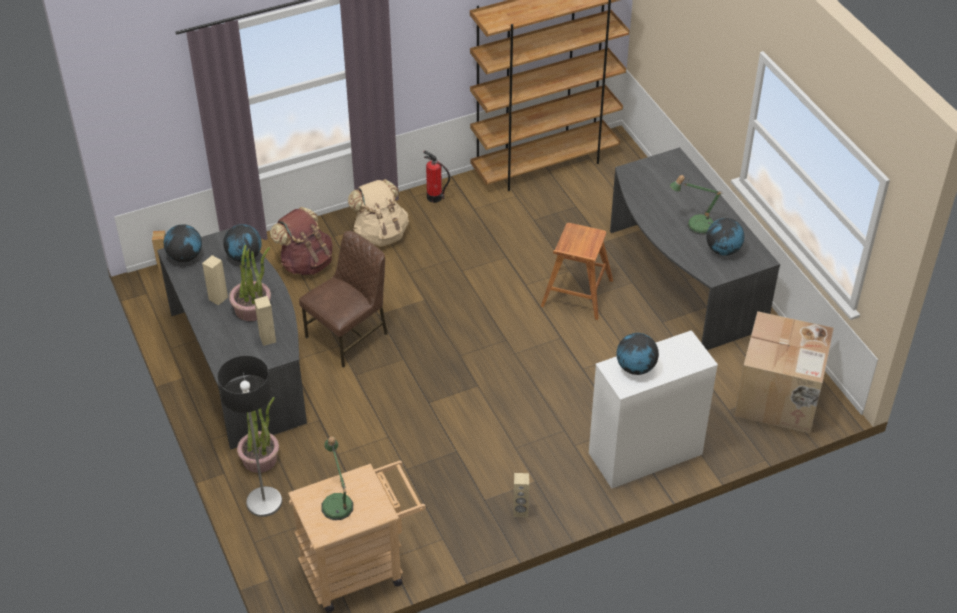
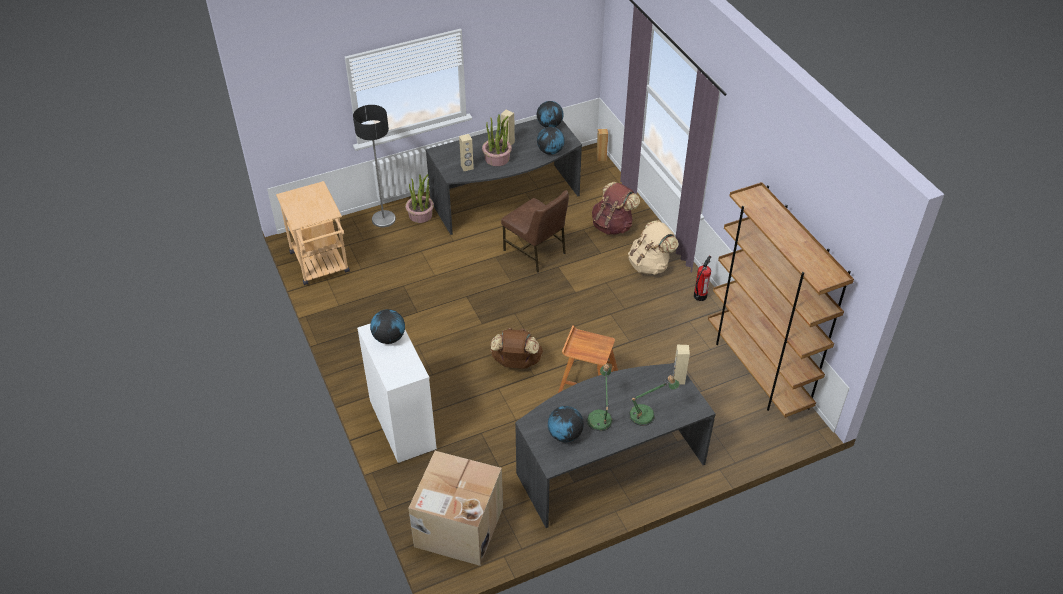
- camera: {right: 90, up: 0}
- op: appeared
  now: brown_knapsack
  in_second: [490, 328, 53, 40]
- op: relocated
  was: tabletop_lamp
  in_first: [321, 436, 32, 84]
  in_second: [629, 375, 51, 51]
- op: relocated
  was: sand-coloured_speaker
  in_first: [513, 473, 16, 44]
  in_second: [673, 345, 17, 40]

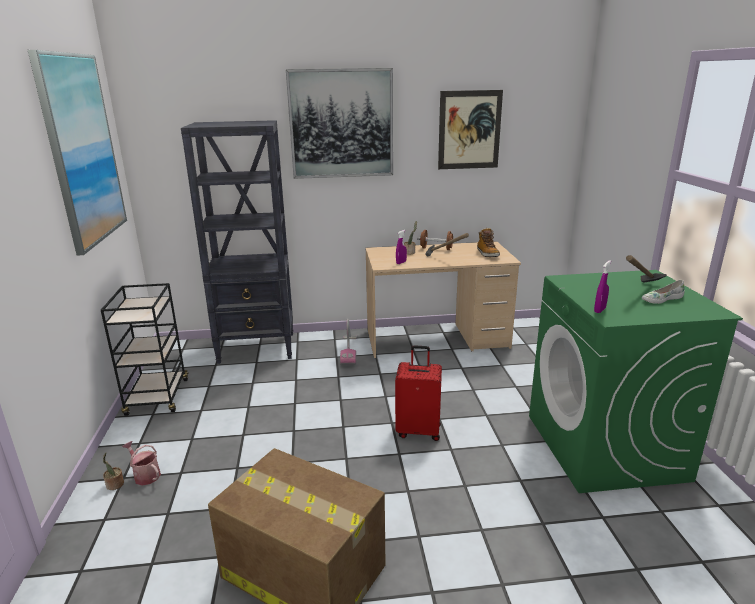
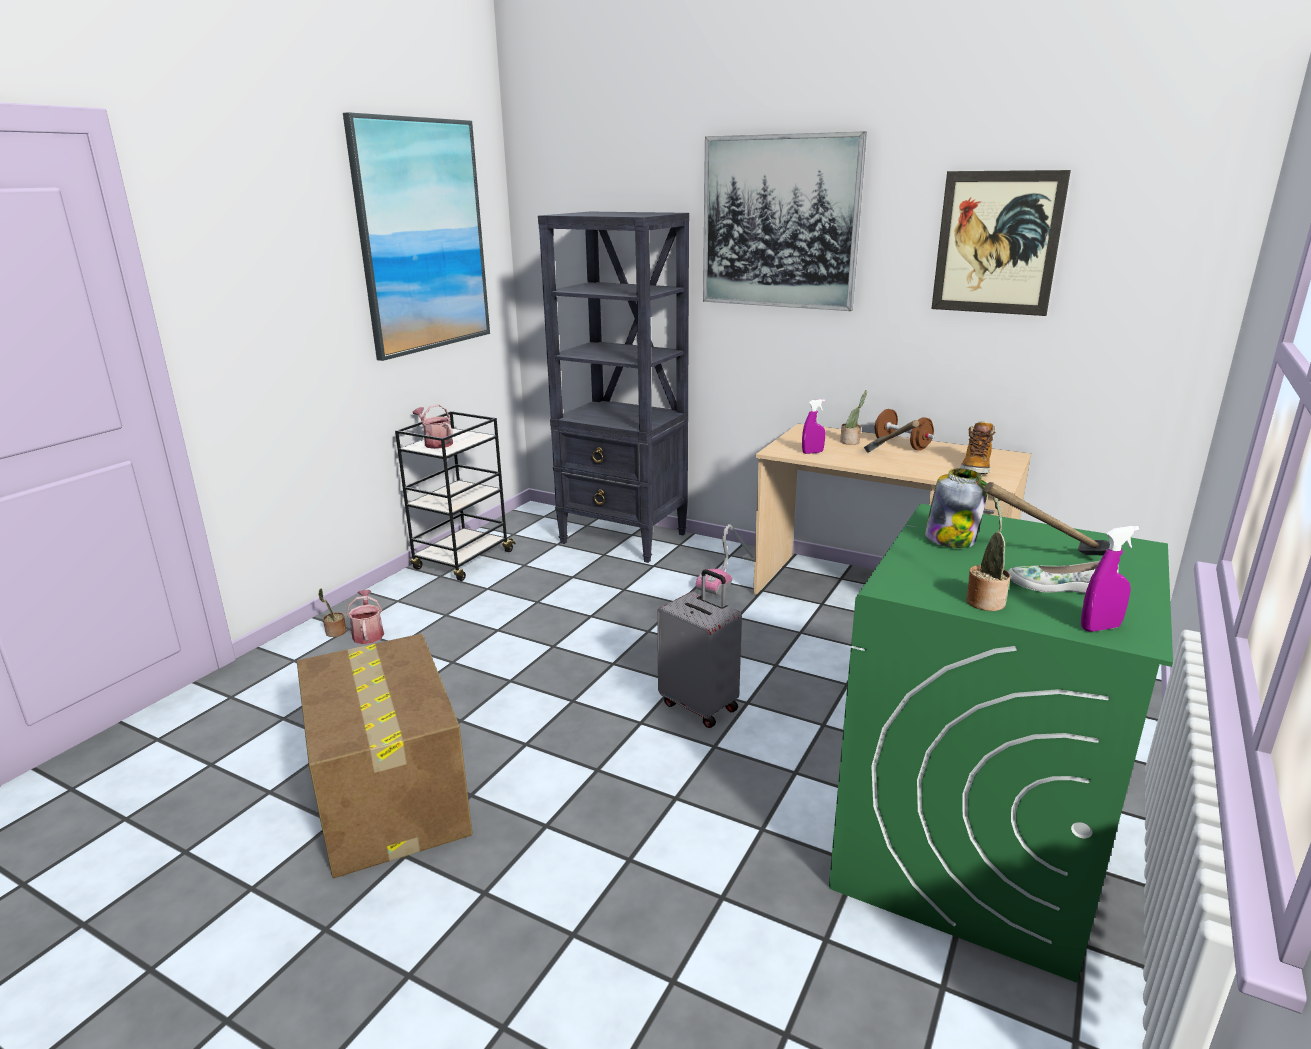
- camera: {right: 35, up: 0}
- op: appeared
  now: watering_can
  in_second: [413, 404, 40, 45]
- op: colour
  was: red-coloured_suitcase
  now: greyish_suitcase
  in_first: [395, 345, 47, 96]
  in_second: [657, 569, 85, 159]
- op: appeared
  now: jar
  in_second: [925, 469, 62, 79]
- op: appeared
  now: potted_plant
  in_second: [966, 496, 45, 115]
- op: relocated
  was: purple-coloured_hand_sprayer
  in_first: [594, 260, 17, 53]
  in_second: [1081, 526, 58, 106]

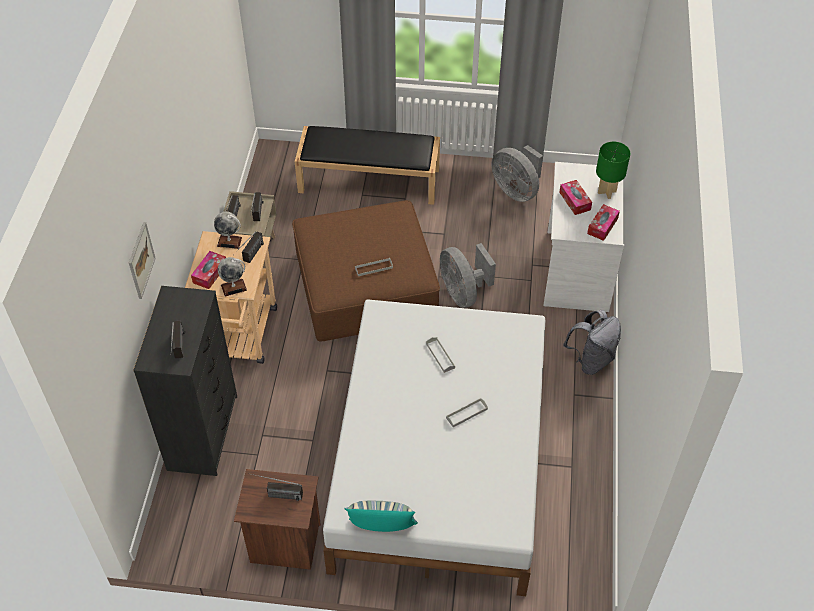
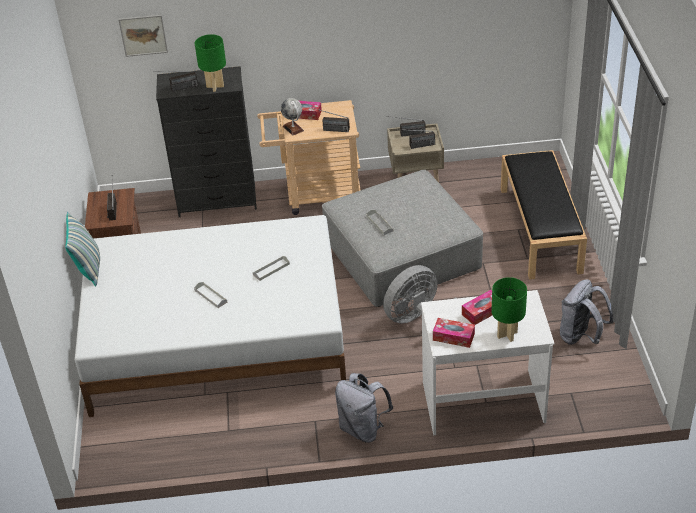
- camera: {right: 80, up: -10}
- op: relocated
  was: wall_picture
  in_first: [129, 222, 27, 77]
  in_second: [118, 15, 50, 42]
- op: appeared
  now: greenish_tabletop_lamp
  in_second: [195, 34, 31, 58]
- op: colour
  was: brown_pouffe
  now: greyish_pouffe
  in_first: [292, 200, 148, 141]
  in_second: [322, 170, 161, 137]
- op: exchanged
  was: greyish_electric_fan
  now: greyish_knapsack
  in_first: [492, 145, 51, 57]
  in_second: [560, 279, 54, 66]
- op: missing
  was: globe
  in_first: [214, 212, 28, 37]

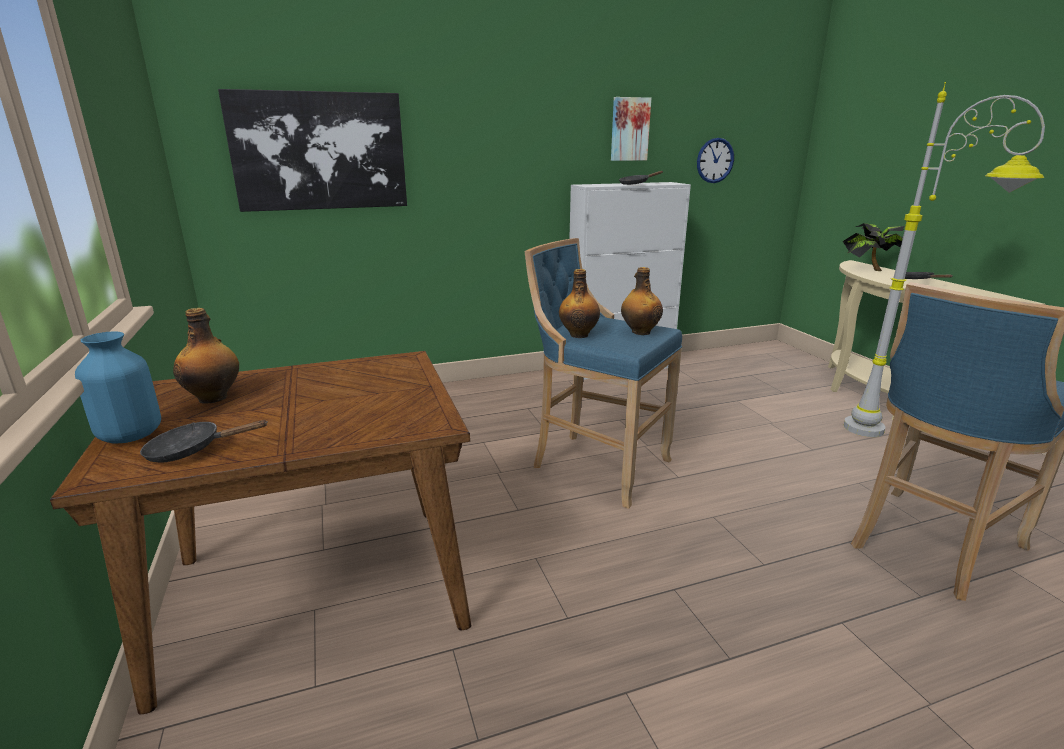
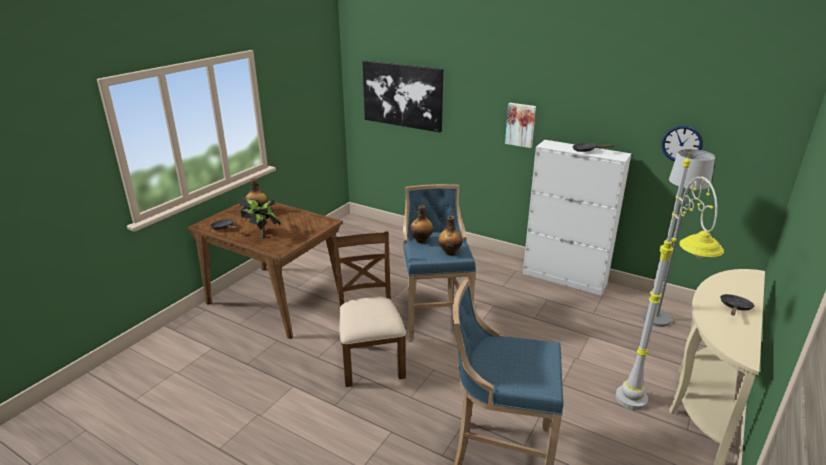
- camera: {right: 50, up: 5}
- op: relocated
  was: potted_plant
  in_first: [843, 223, 61, 48]
  in_second: [239, 198, 42, 41]
- op: appeared
  now: brown_chair
  in_second: [333, 231, 73, 156]
- op: relocated
  was: wall_picture
  in_first: [611, 97, 40, 64]
  in_second: [505, 103, 31, 45]
- op: appeared
  now: greyish_standard_lamp
  in_second: [643, 149, 72, 178]
- op: missing
  was: bluish_decorative_vase
  in_first: [75, 331, 86, 113]

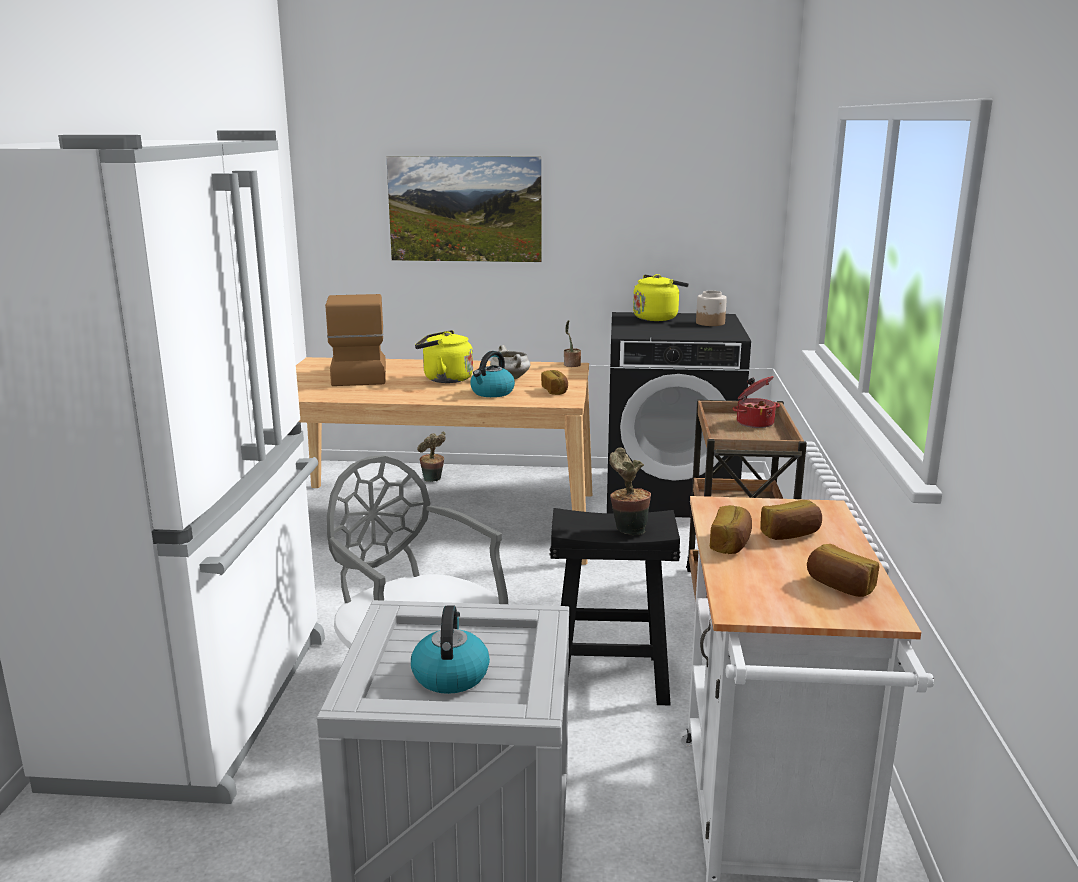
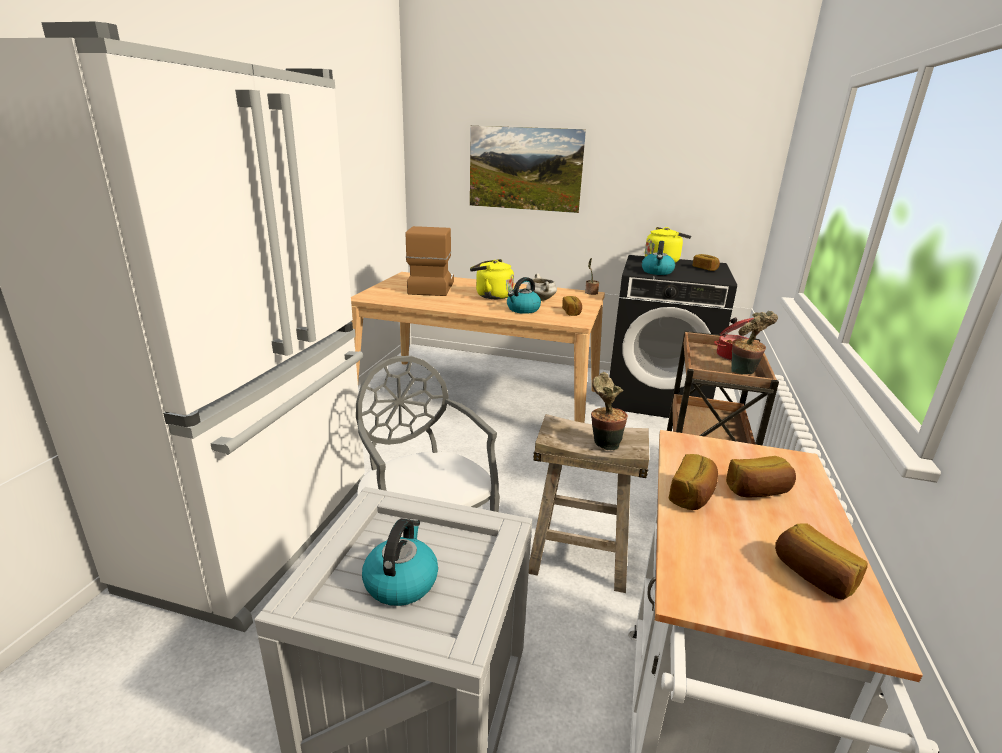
- camera: {right: 10, up: 5}
- op: colour
  was: black_stool_seat
  now: sand-coloured_stool_seat
  in_first: [549, 508, 132, 197]
  in_second: [529, 414, 120, 179]
- op: appeared
  now: kettle
  in_second: [642, 241, 33, 34]
- op: exchanged
  was: jar
  now: bakery_bread
  in_first: [696, 291, 31, 35]
  in_second: [692, 254, 28, 17]
- op: relocated
  was: potted_plant
  in_first: [417, 431, 29, 51]
  in_second: [731, 311, 47, 63]

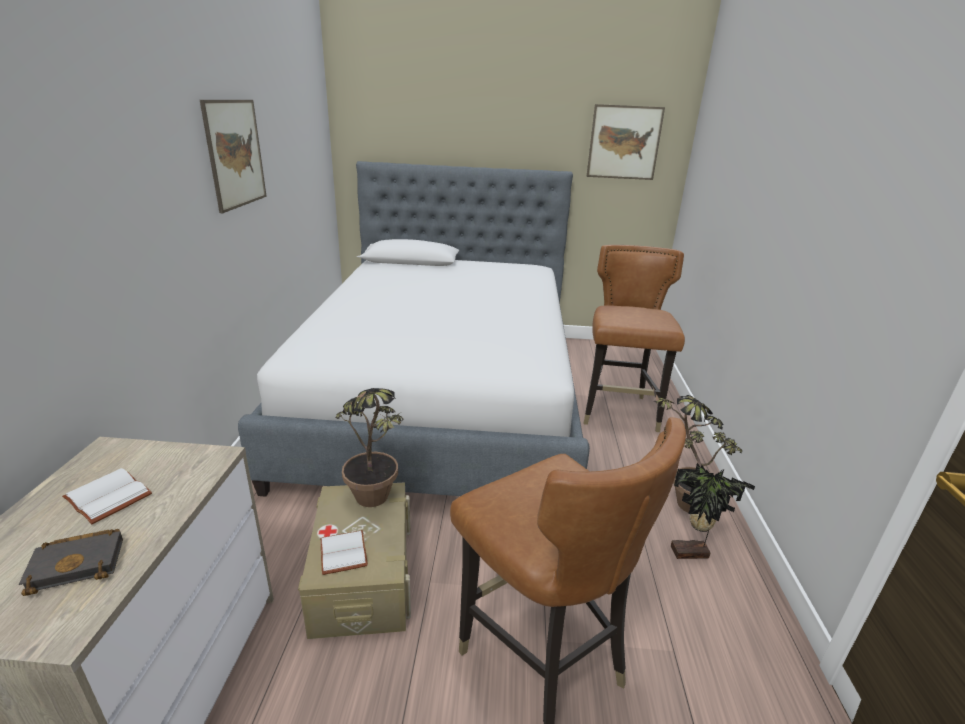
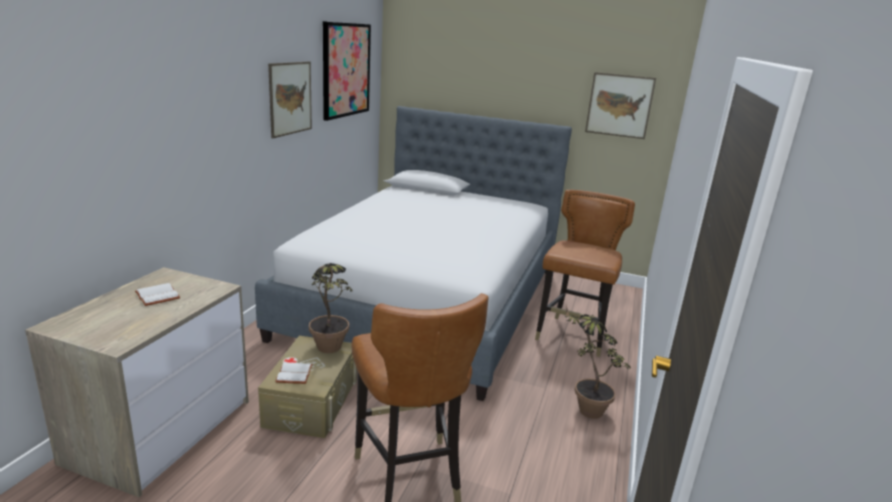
- camera: {right: 15, up: -5}
- op: appeared
  now: wall_picture
  in_second: [323, 21, 48, 100]
- op: missing
  was: black_book
  in_first: [19, 529, 104, 67]
- op: missing
  was: potted_plant
  in_first: [671, 463, 84, 96]

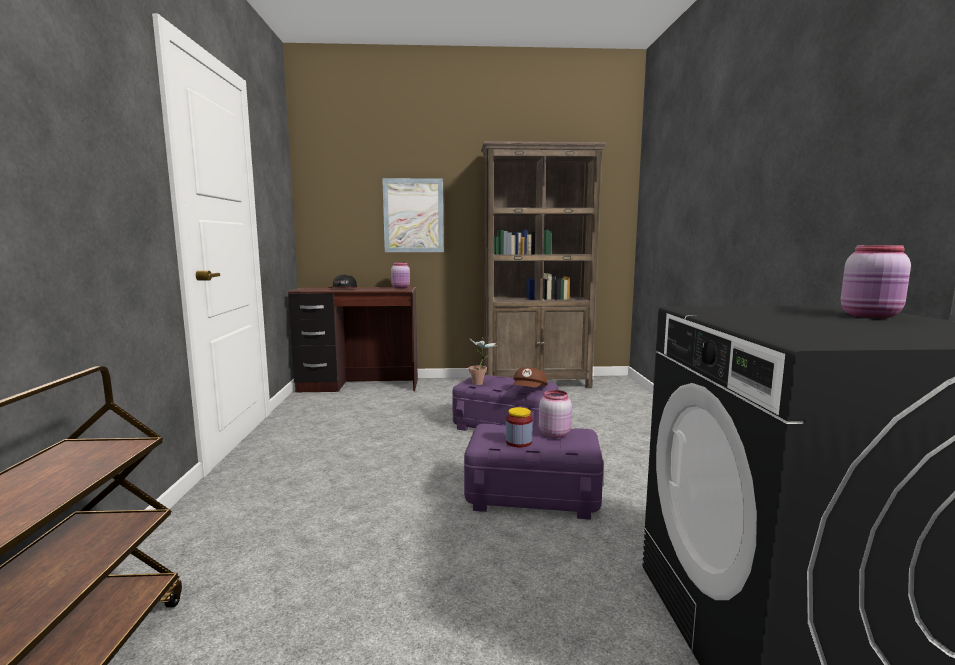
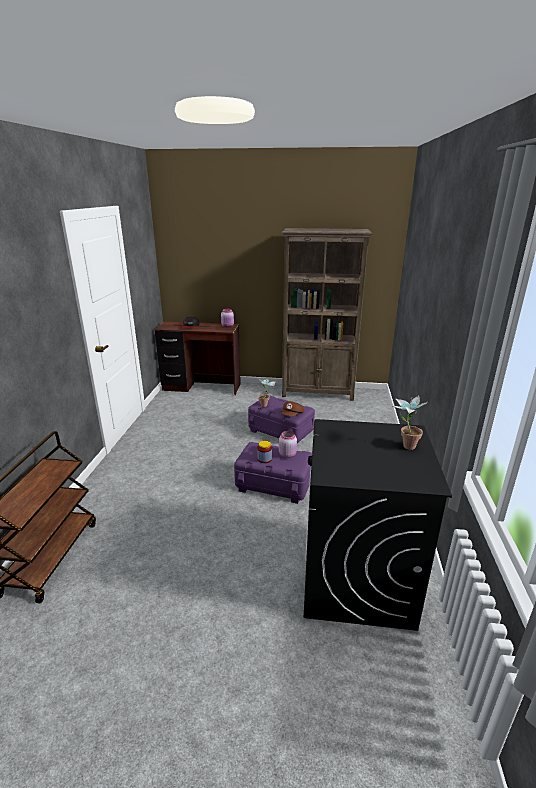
- camera: {right: 10, up: 15}
- op: exchanged
  was: pink-coloured_jar
  now: potted_plant
  in_first: [841, 245, 70, 73]
  in_second: [391, 395, 36, 55]
- op: missing
  was: wall_picture
  in_first: [382, 178, 62, 74]

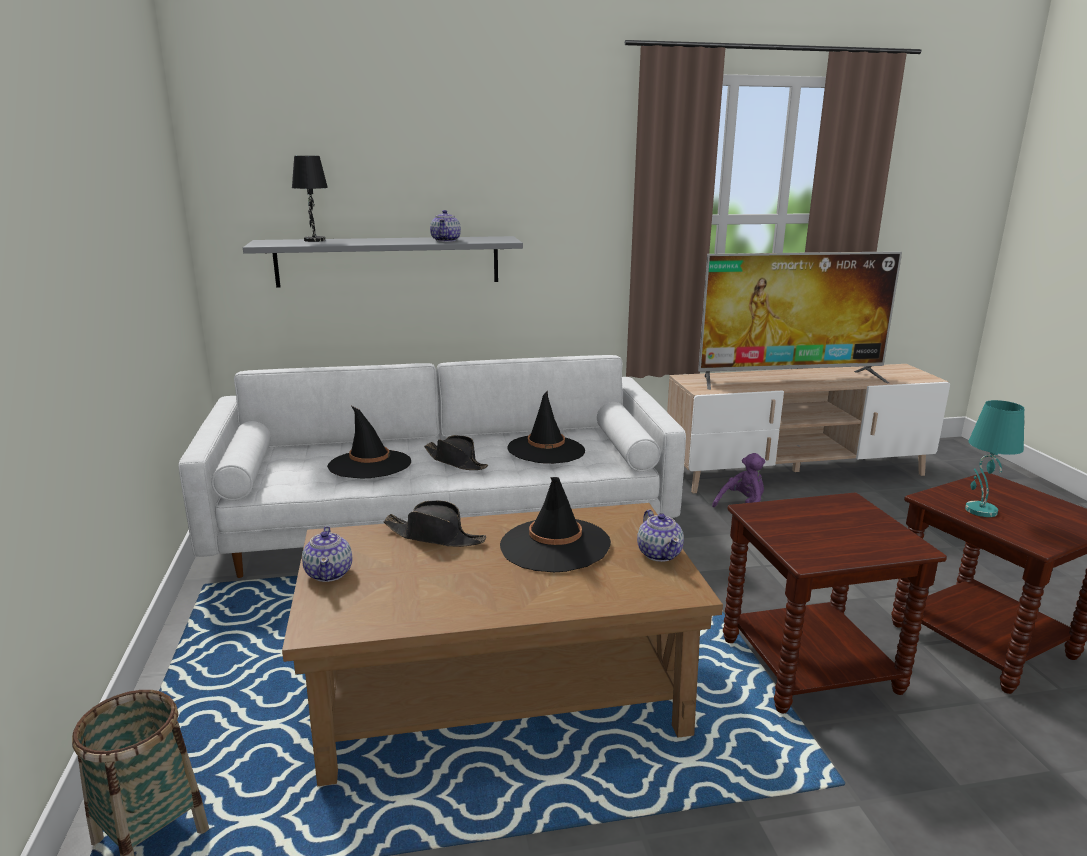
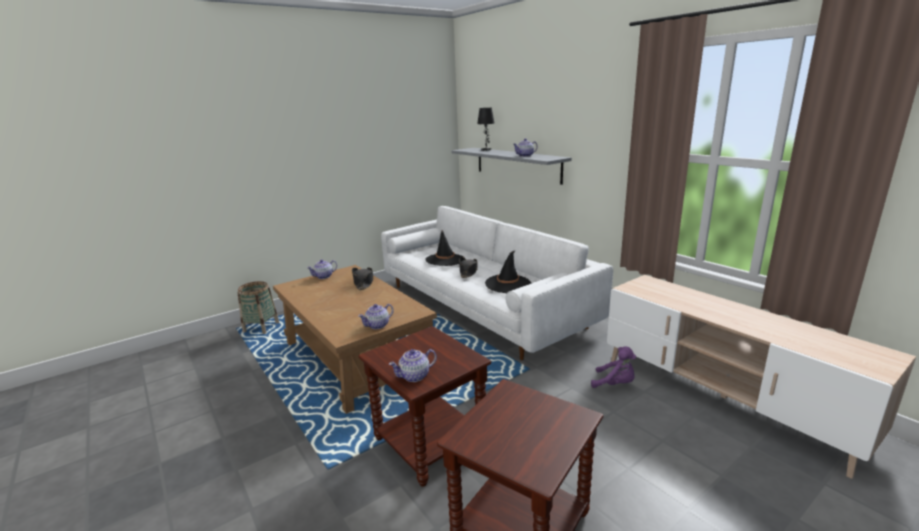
- camera: {right: 65, up: 0}
- op: appeared
  now: tea_pot
  in_second: [389, 349, 48, 33]
- op: missing
  was: black_hat
  in_first: [500, 477, 111, 95]
- op: missing
  was: TV_set
  in_first: [698, 251, 204, 139]
- op: missing
  was: turquoise_tabletop_lamp
  in_first: [965, 400, 59, 117]

